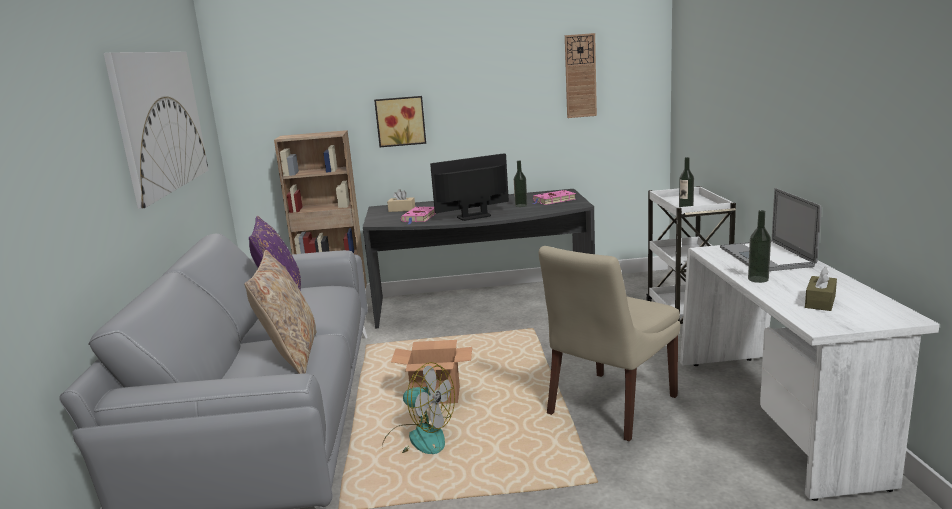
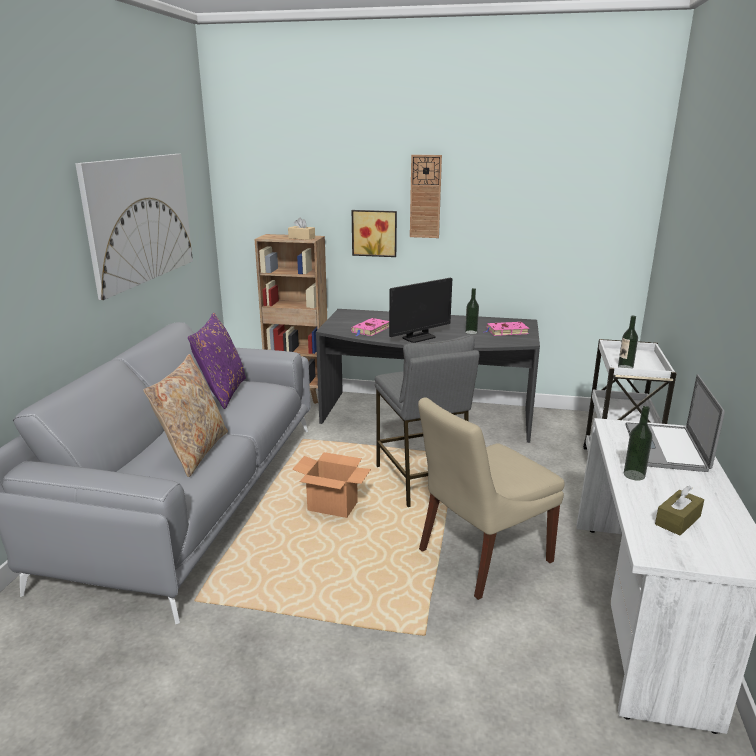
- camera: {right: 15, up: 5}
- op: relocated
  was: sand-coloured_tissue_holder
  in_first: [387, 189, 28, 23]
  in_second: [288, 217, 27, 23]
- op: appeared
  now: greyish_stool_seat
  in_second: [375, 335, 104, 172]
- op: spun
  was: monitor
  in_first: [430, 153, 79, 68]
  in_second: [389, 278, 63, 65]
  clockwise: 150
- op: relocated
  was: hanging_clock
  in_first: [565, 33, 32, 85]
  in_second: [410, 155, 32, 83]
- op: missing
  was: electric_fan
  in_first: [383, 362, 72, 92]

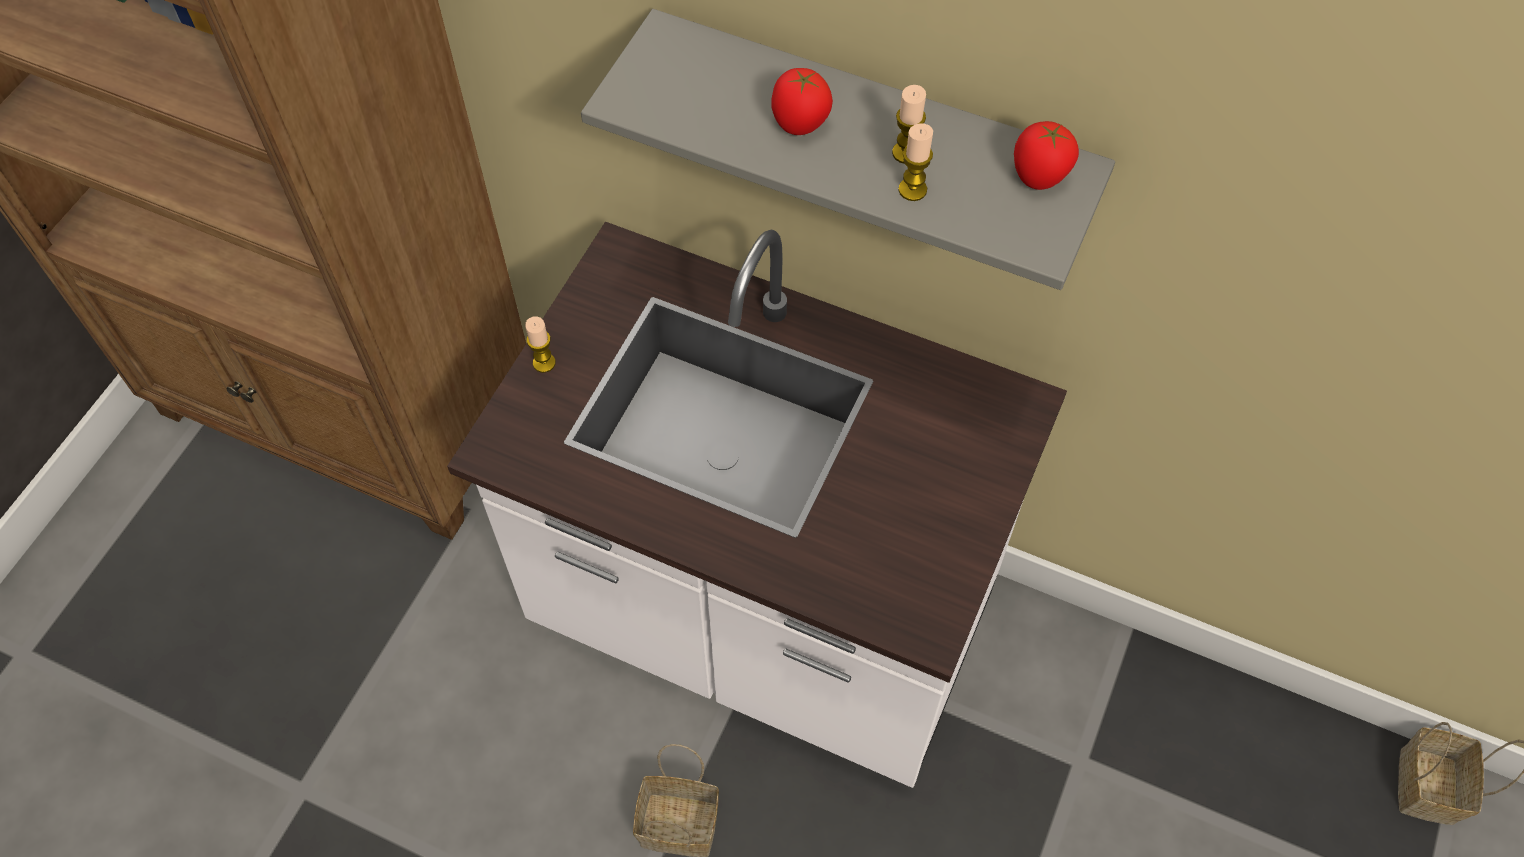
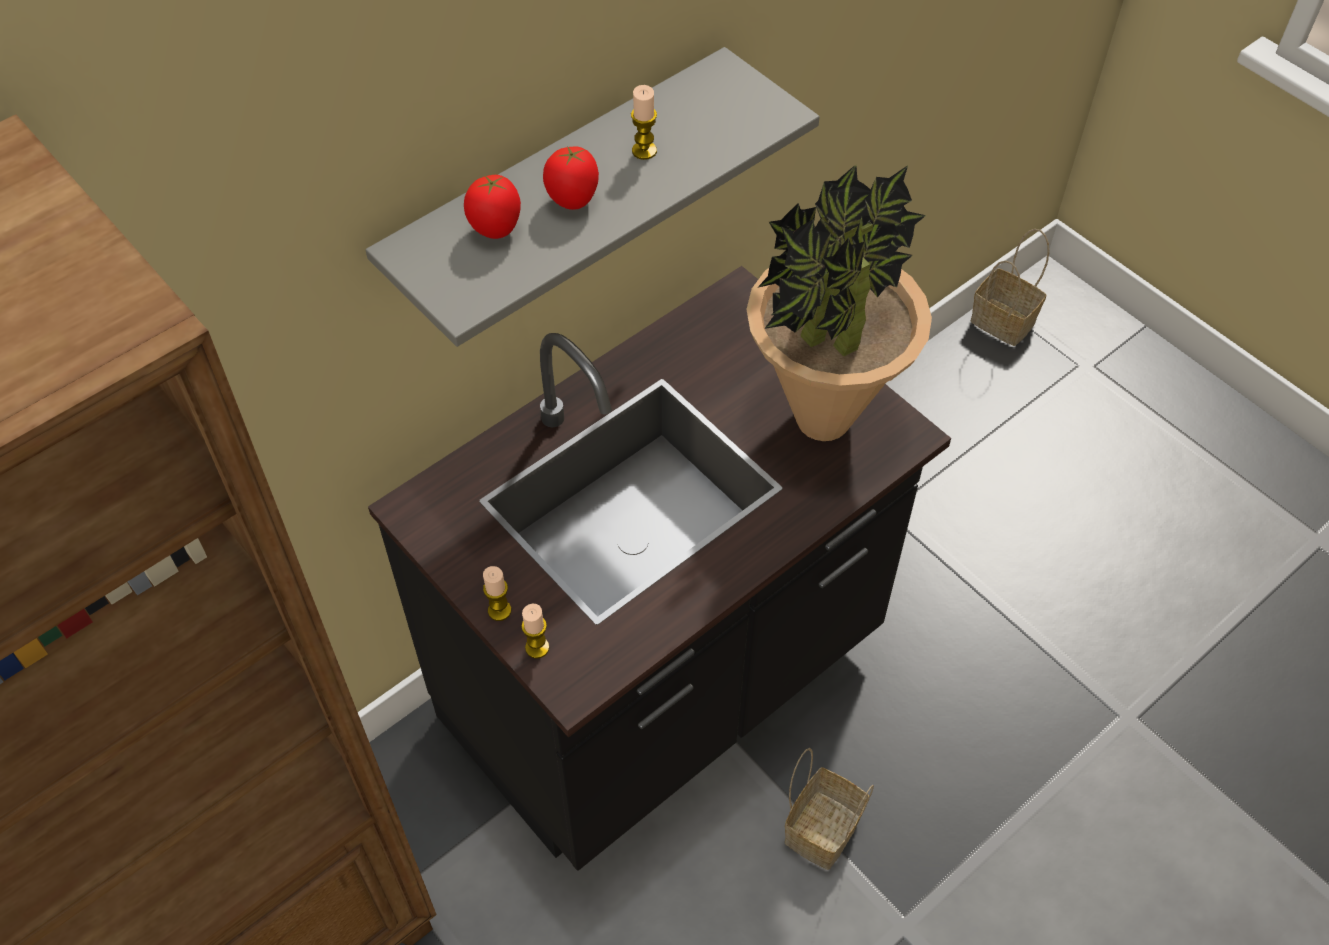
- camera: {right: -65, up: -5}
- op: colour
  was: whitish_kitchen_base_unit
  now: black_kitchen_base_unit
  in_first: [447, 221, 620, 567]
  in_second: [368, 266, 583, 605]
- op: relocated
  was: whole_tomato
  in_first: [1014, 121, 65, 69]
  in_second: [464, 175, 57, 64]
- op: relocated
  was: wax_candle
  in_first: [898, 123, 35, 78]
  in_second: [521, 603, 28, 56]
- op: appeared
  now: potted_plant
  in_second: [746, 165, 186, 276]

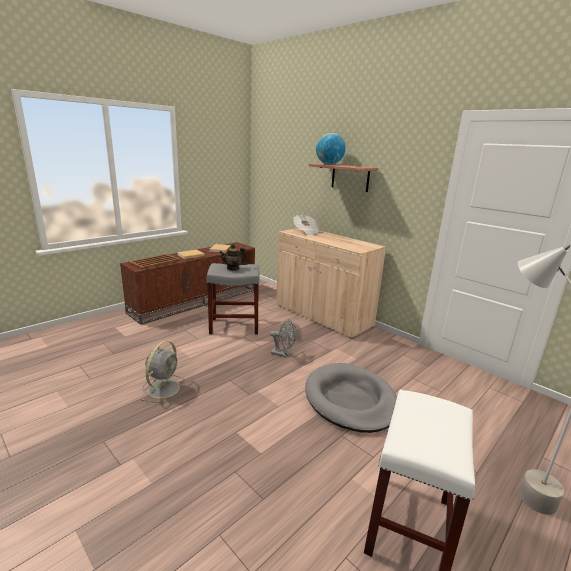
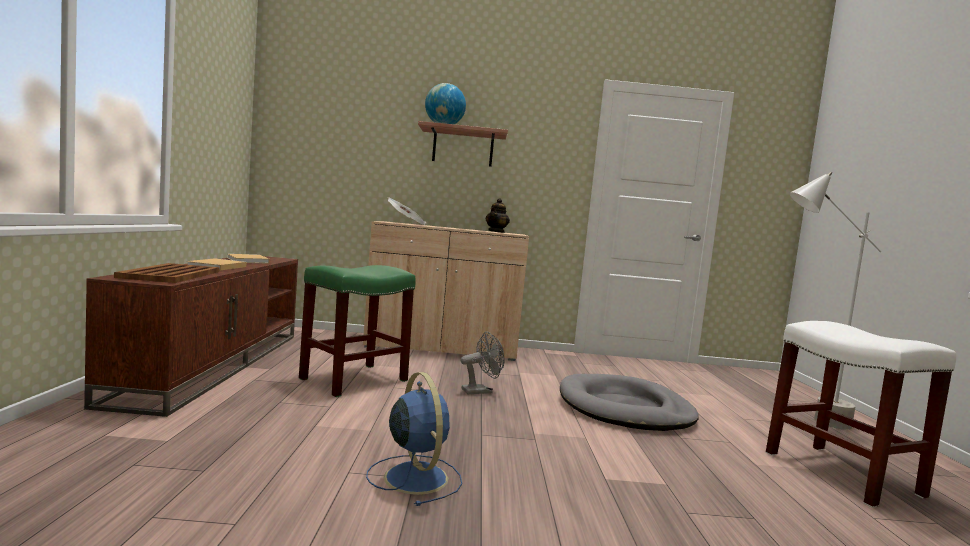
- camera: {right: -45, up: -15}
- op: colour
  was: greyish_stool_seat
  now: greenish_stool_seat
  in_first: [207, 263, 53, 72]
  in_second: [299, 265, 117, 132]
- op: colour
  was: greyish_electric_fan
  now: bluish_electric_fan
  in_first: [142, 341, 46, 62]
  in_second: [366, 372, 96, 134]
- op: relocated
  was: tea_pot
  in_first: [219, 244, 28, 26]
  in_second: [485, 198, 25, 35]

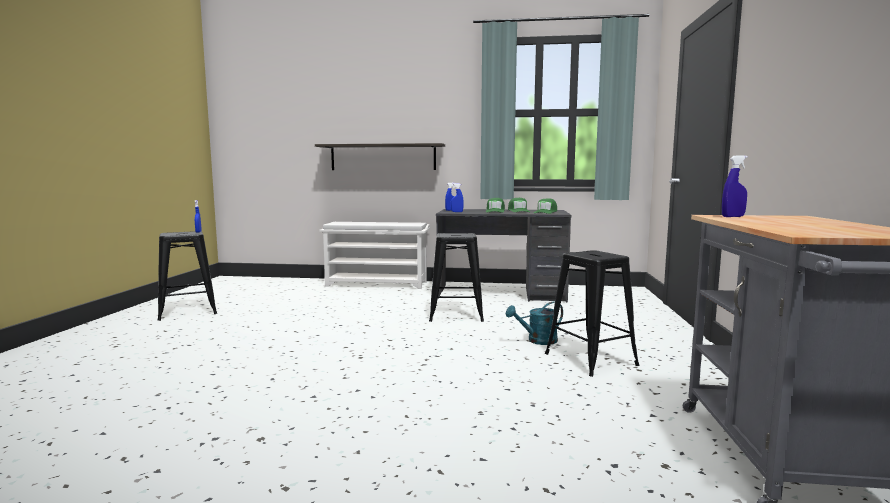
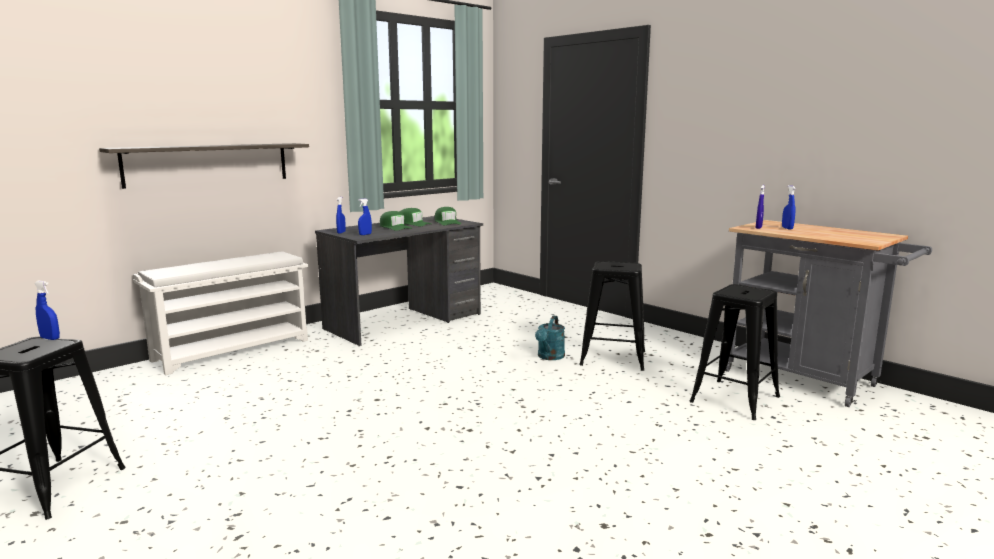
- camera: {right: -50, up: 5}
- op: relocated
  was: black_stool_seat
  in_first: [429, 233, 55, 89]
  in_second: [690, 284, 90, 136]
- op: appeared
  now: bluish_hand_sprayer
  in_second: [782, 185, 14, 44]

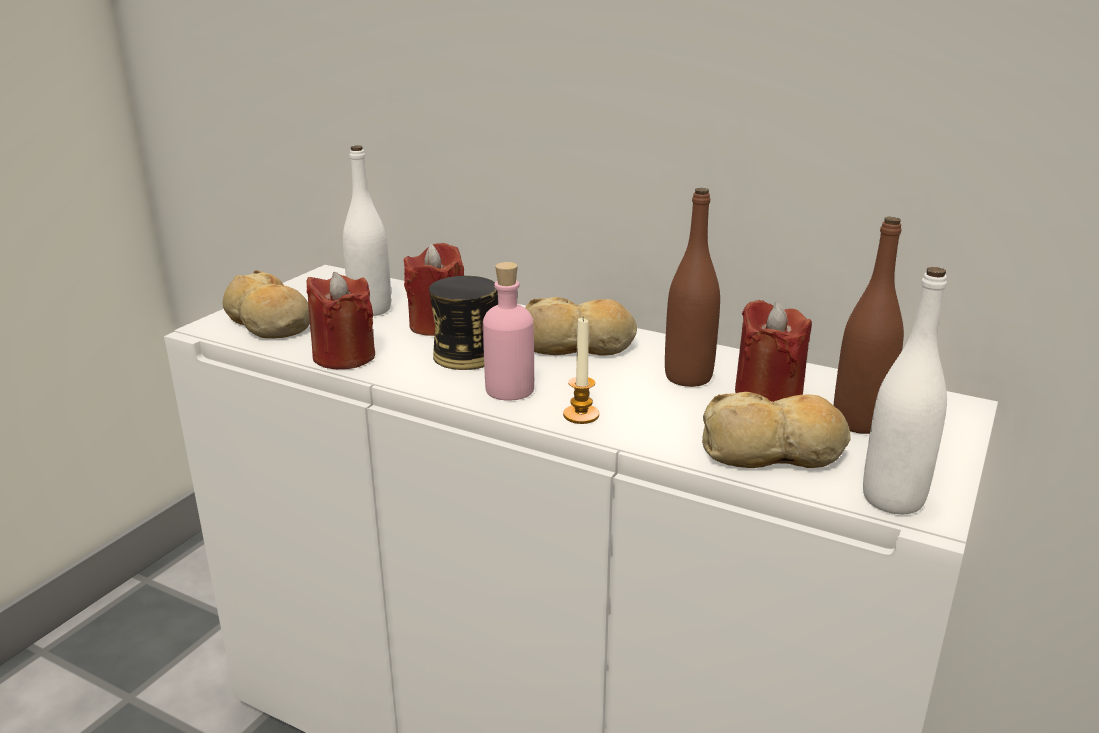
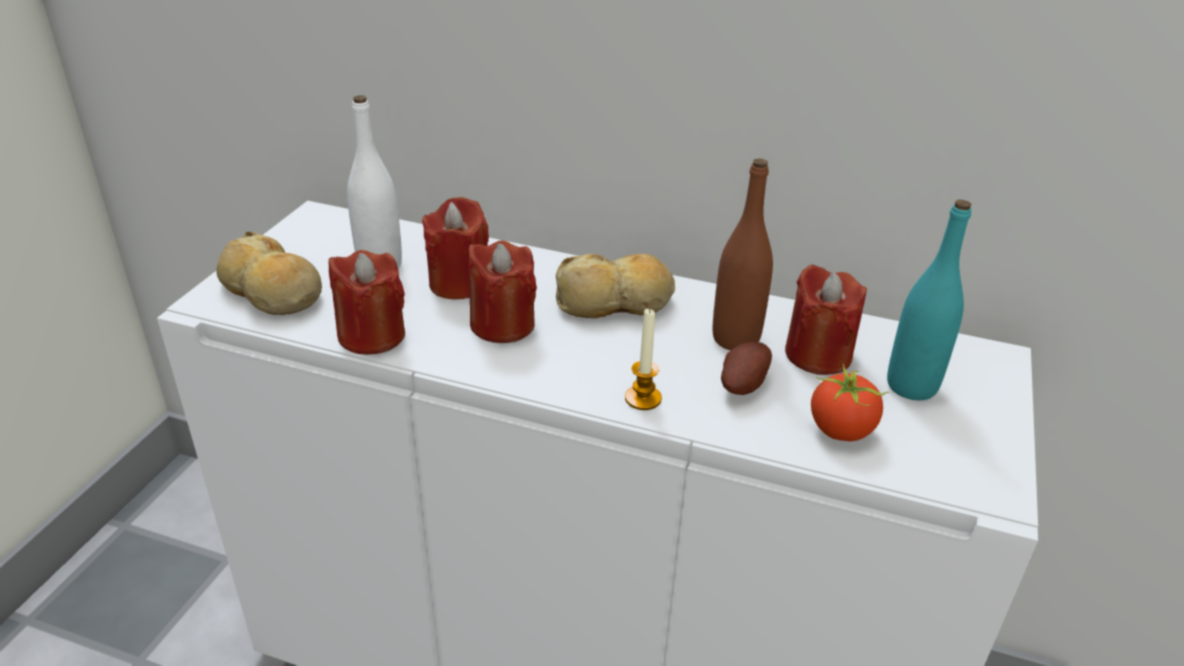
- camera: {right: -10, up: 10}
- op: exchanged
  was: metal_can
  now: red-coloured_wax_candle
  in_first: [429, 276, 69, 94]
  in_second: [468, 240, 69, 103]
- op: appeared
  now: spud
  in_second: [721, 342, 51, 53]
- op: exchanged
  was: bakery_bread
  now: whole_tomato
  in_first: [702, 392, 149, 76]
  in_second: [811, 363, 78, 78]
- op: colour
  was: brown_bottle
  now: turquoise_bottle
  in_first: [834, 217, 70, 217]
  in_second: [887, 199, 84, 201]
- op: missing
  was: pink-coloured_bottle
  in_first: [483, 262, 51, 139]
- op: missing
  was: whitish_bottle
  in_first: [863, 267, 84, 247]

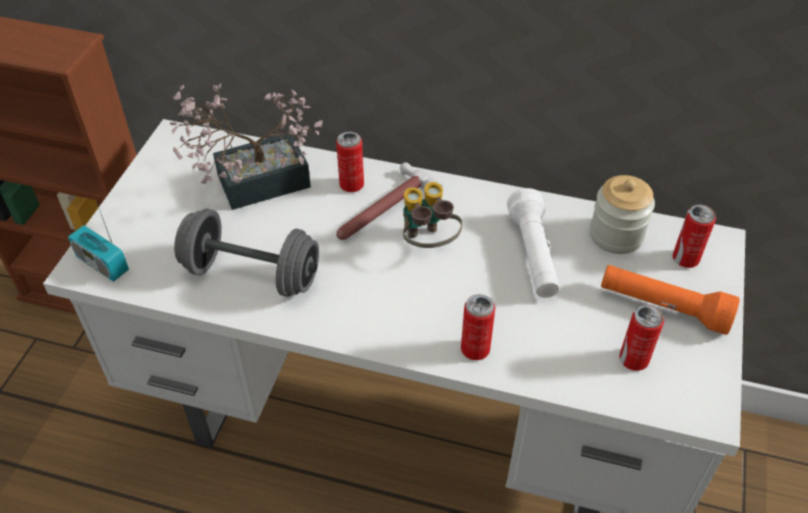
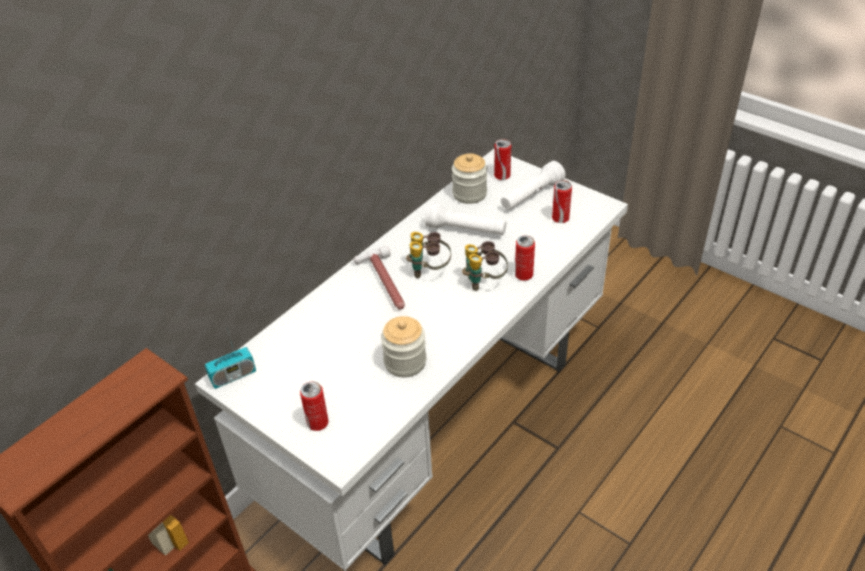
- camera: {right: -65, up: -5}
- op: relocated
  was: radio_receiver
  in_first: [68, 201, 61, 81]
  in_second: [205, 322, 51, 67]
- op: relocated
  was: metal_can
  in_first: [336, 131, 28, 61]
  in_second: [300, 381, 29, 50]
- op: exchanged
  was: greyish_dumbbell
  now: jar
  in_first: [174, 209, 145, 88]
  in_second: [381, 316, 45, 61]
- op: appeared
  now: field_glasses
  in_second: [462, 241, 46, 50]
- op: colour
  was: orange-coloured_flashlight
  now: whitish_flashlight
  in_first: [601, 265, 139, 70]
  in_second: [501, 161, 64, 49]
- op: missing
  was: potted_plant
  in_first: [170, 83, 152, 127]

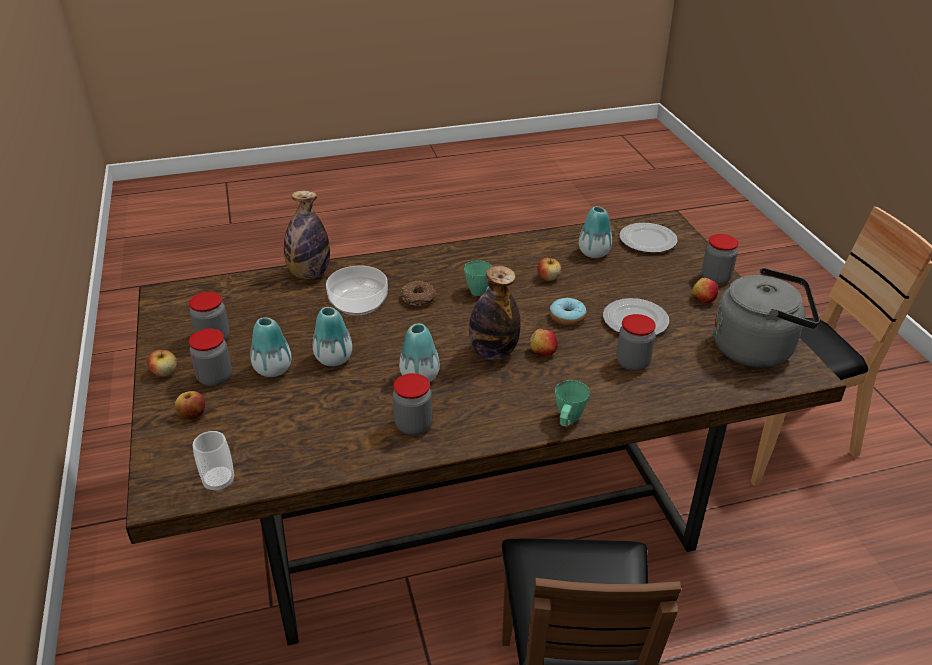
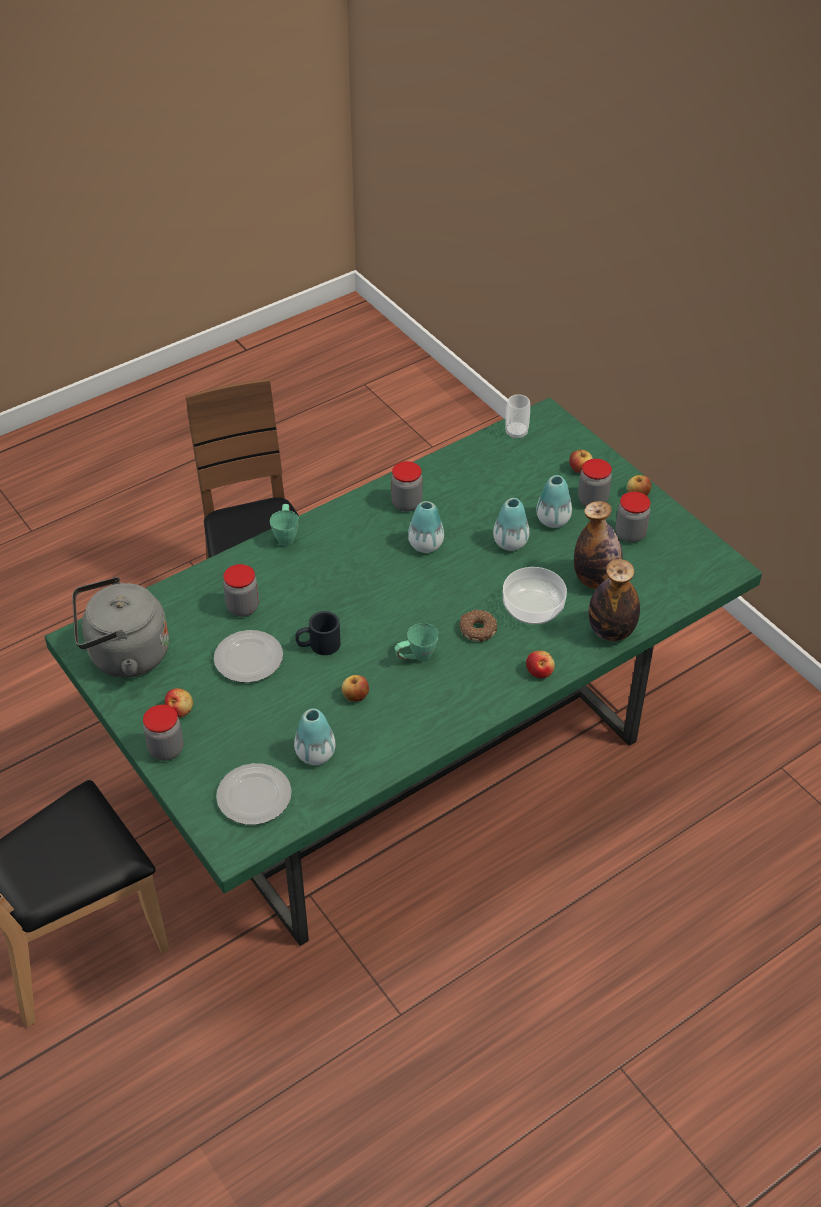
- camera: {right: 160, up: 10}
- op: colour
  was: brown_dining_table
  now: greenish_dining_table
  in_first: [126, 211, 720, 434]
  in_second: [45, 397, 717, 549]
- op: exchanged
  was: doughnut
  now: black_tea_mug
  in_first: [550, 297, 36, 29]
  in_second: [296, 611, 45, 44]
- op: relocated
  was: apple
  in_first: [530, 329, 28, 27]
  in_second: [526, 651, 29, 27]
- op: relocated
  was: bottle
  in_first: [469, 266, 51, 94]
  in_second: [574, 501, 49, 88]

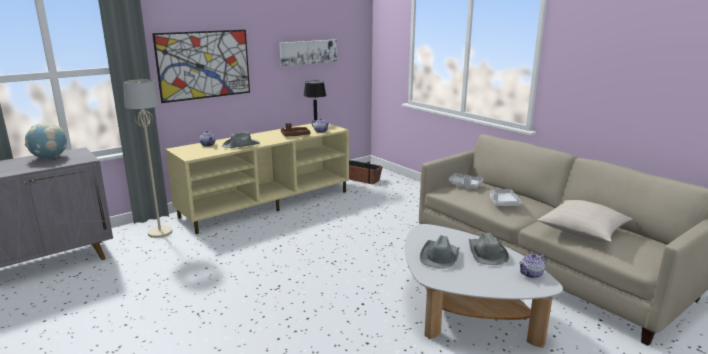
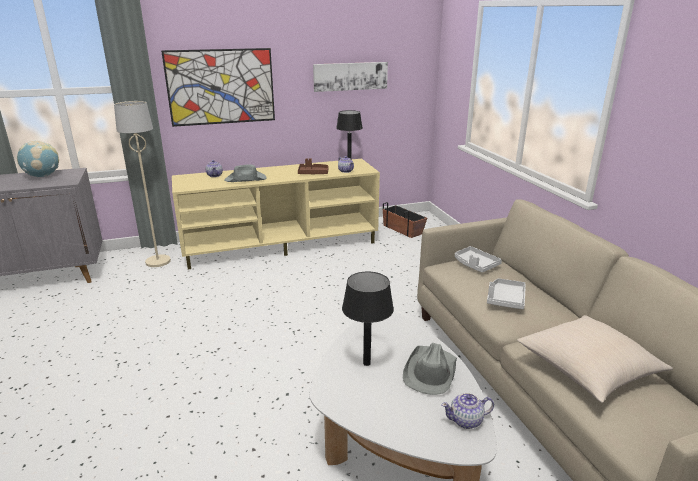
- camera: {right: 20, up: 5}
- op: exchanged
  was: greyish_hat
  now: black_tabletop_lamp
  in_first: [420, 235, 40, 34]
  in_second: [342, 272, 52, 94]

